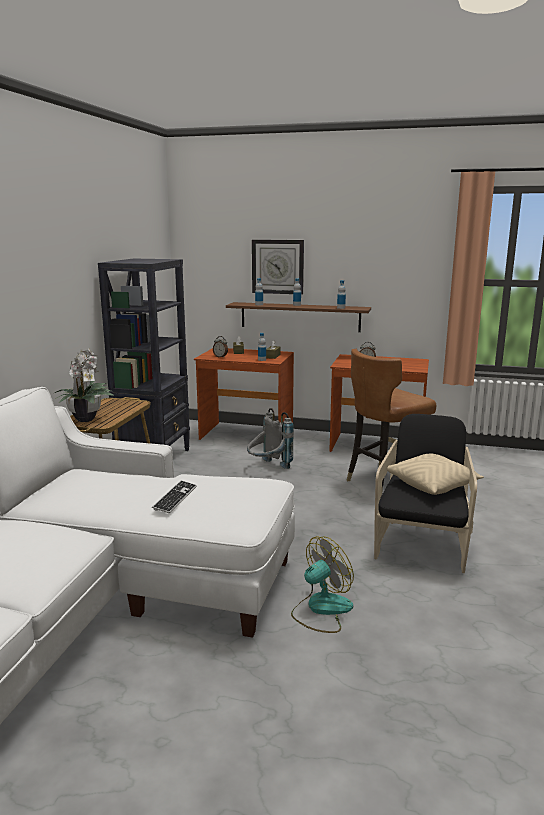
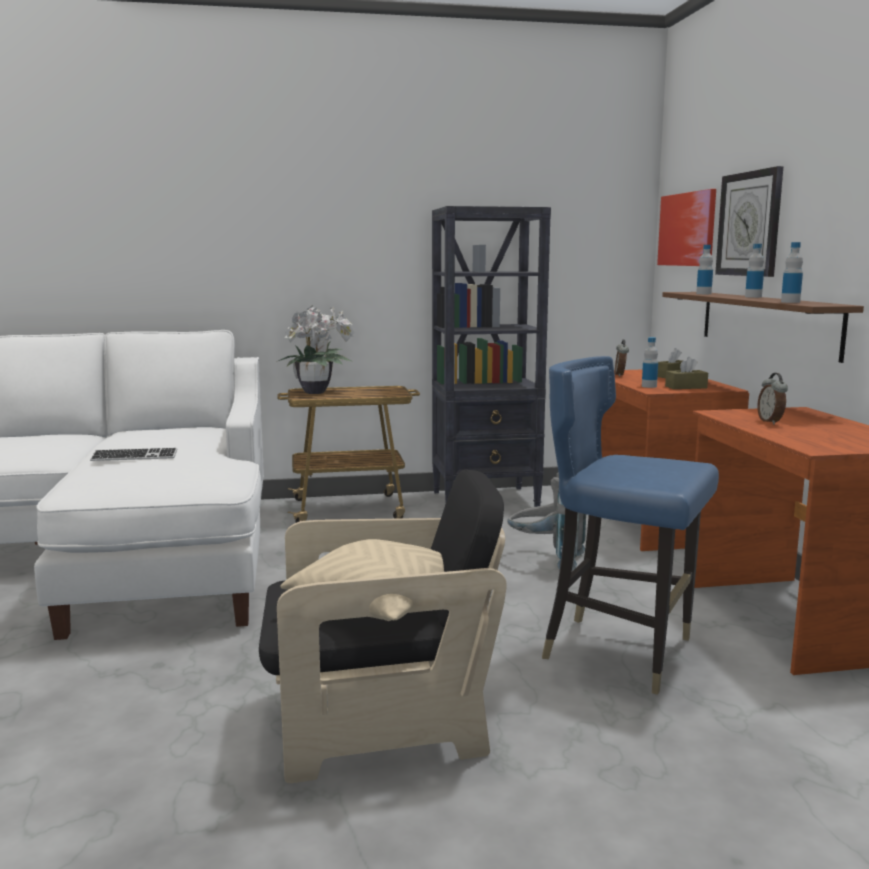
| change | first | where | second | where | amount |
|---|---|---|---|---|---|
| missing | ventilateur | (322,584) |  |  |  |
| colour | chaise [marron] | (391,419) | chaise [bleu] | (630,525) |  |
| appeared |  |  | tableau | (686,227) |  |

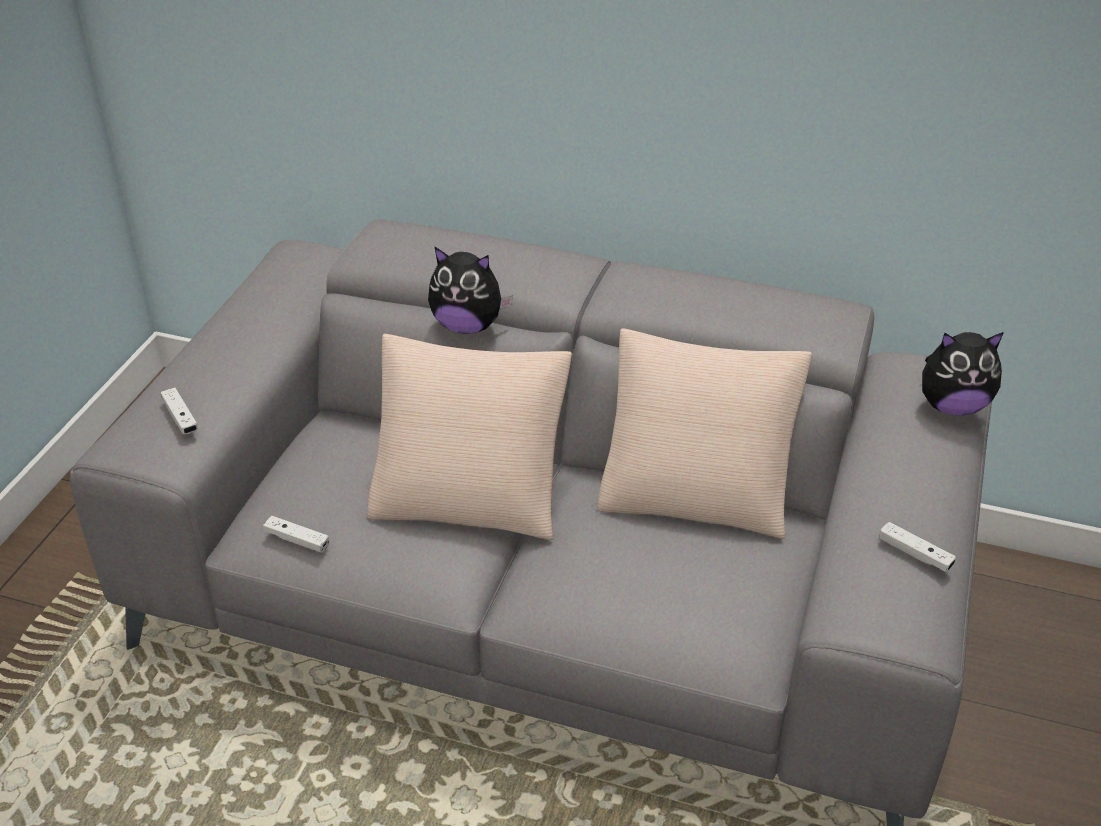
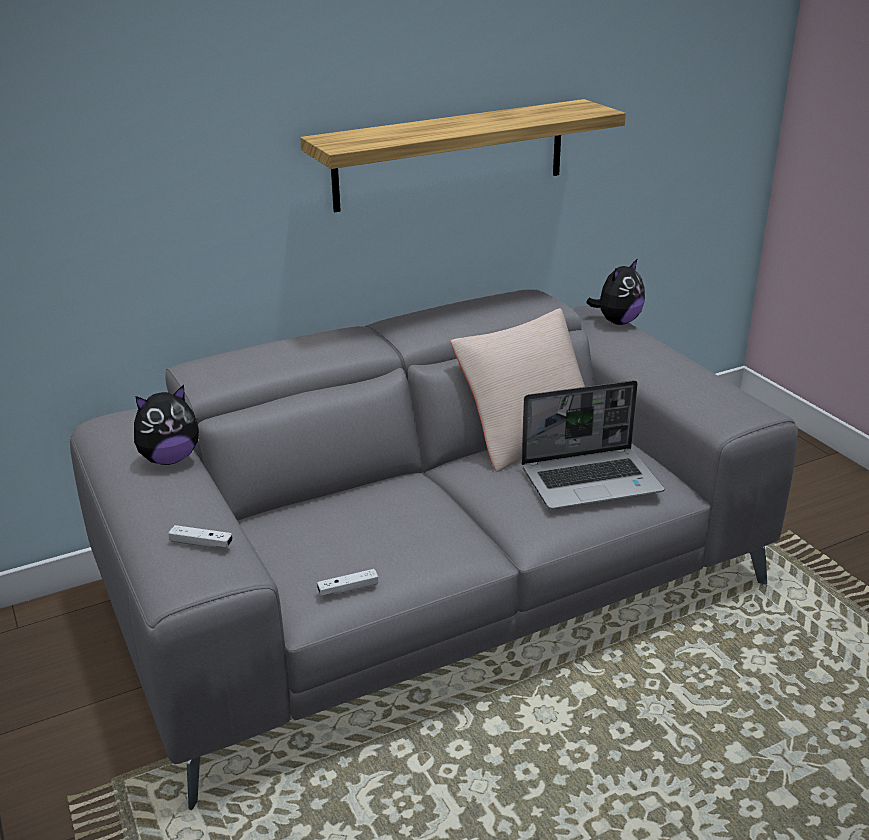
| change | first | where | second | where | amount |
|---|---|---|---|---|---|
| missing | coussin [beige] | (469,437) |  |  |  |
| relocated | peluche | (470,290) |  | (166,425) |  |
| missing | manette [blanc] | (917,547) |  |  |  |
| appeared |  |  | étagère | (463,155) |  |
| appeared |  |  | ordinateur portable | (592,444) |  |

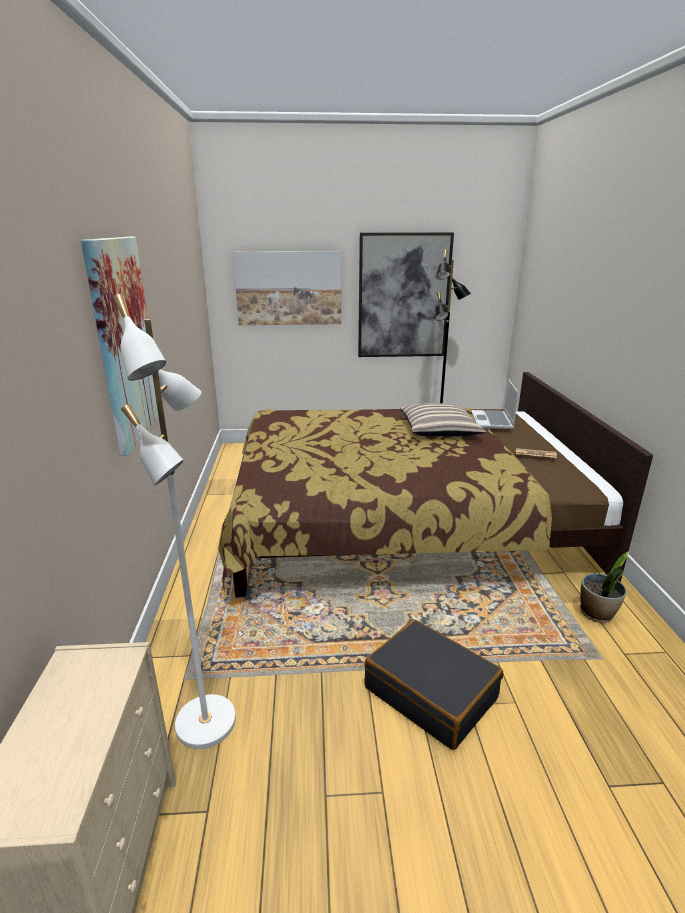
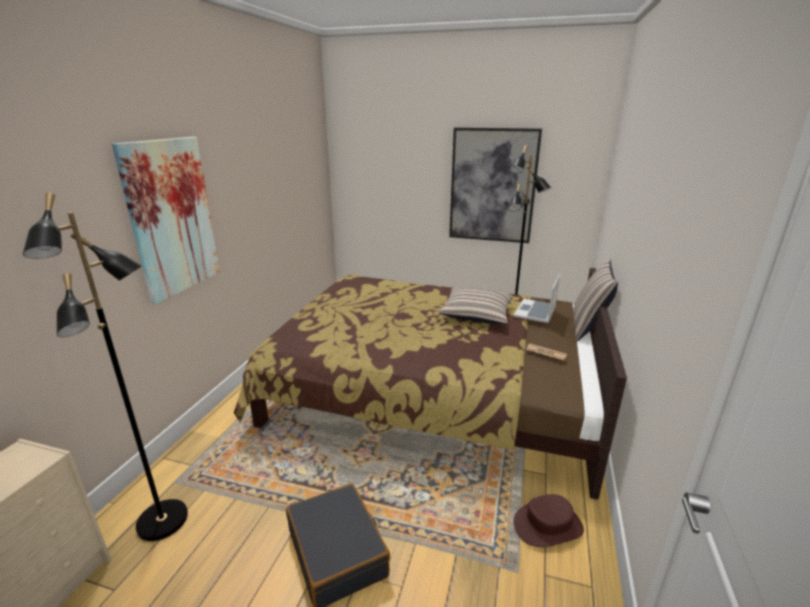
| change | first | where | second | where | amount |
|---|---|---|---|---|---|
| colour | lampadaire [blanc] | (174,521) | lampadaire [noir] | (105,367) |  |
| missing | tableau | (287,288) |  |  |  |
| exchanged | plante en pot | (605,587) | chapeau [marron] | (548,520) |  |
| appeared |  |  | coussin | (595,300) |  |

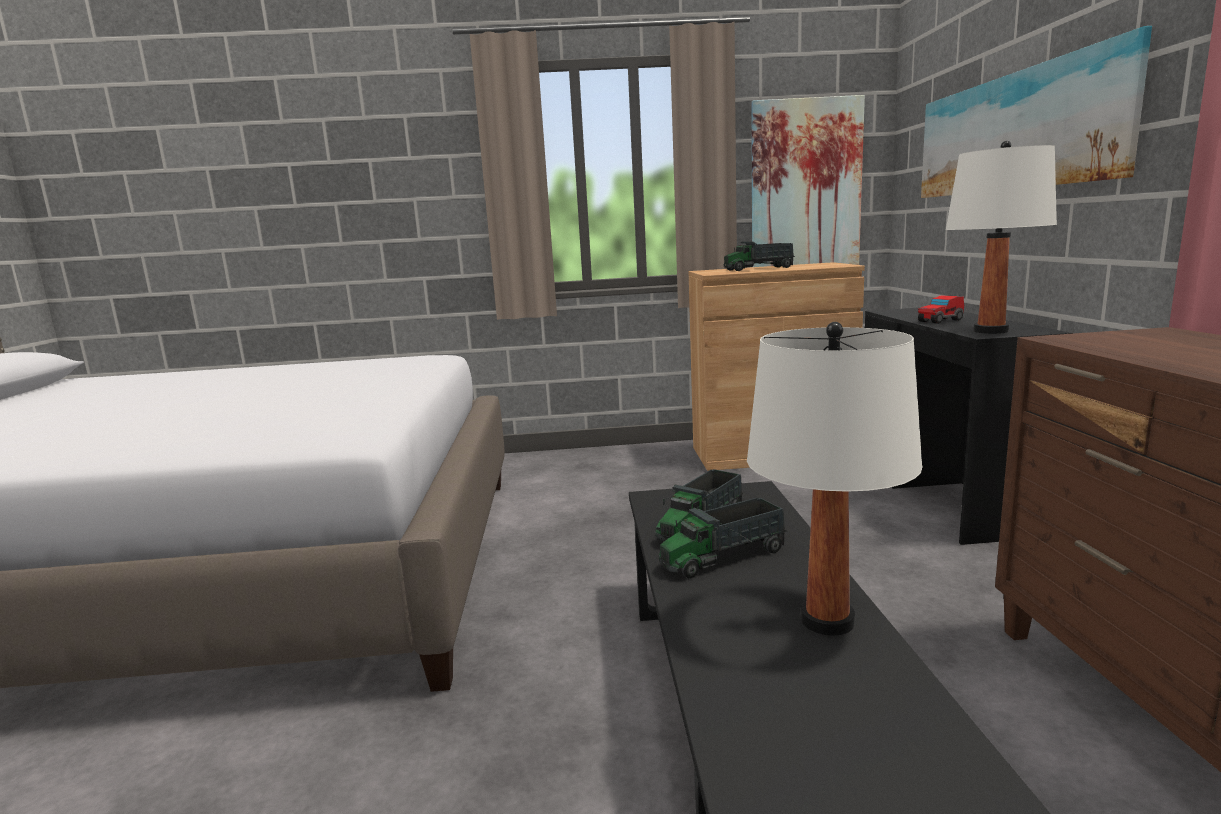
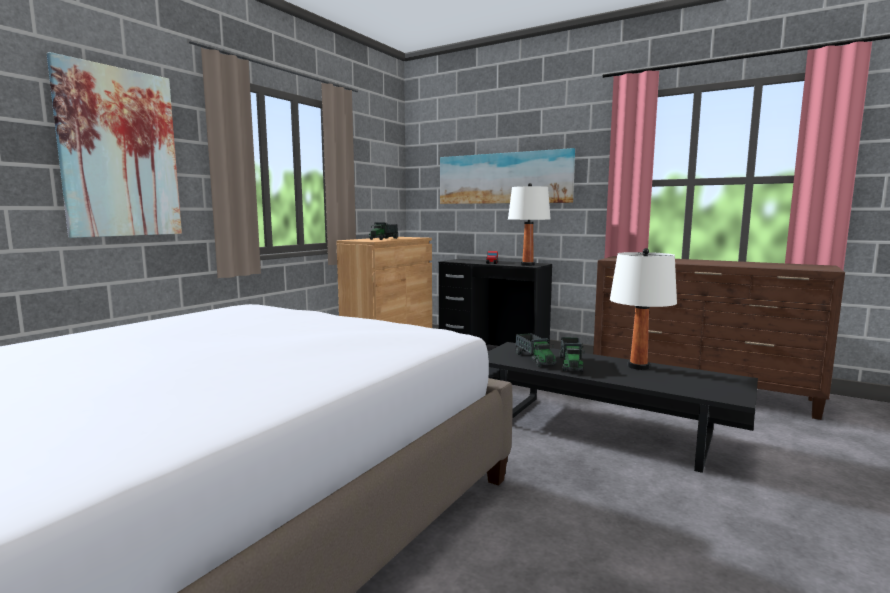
| change | first | where | second | where | amount |
|---|---|---|---|---|---|
| relocated | tableau | (808,181) |  | (114,145) |  |

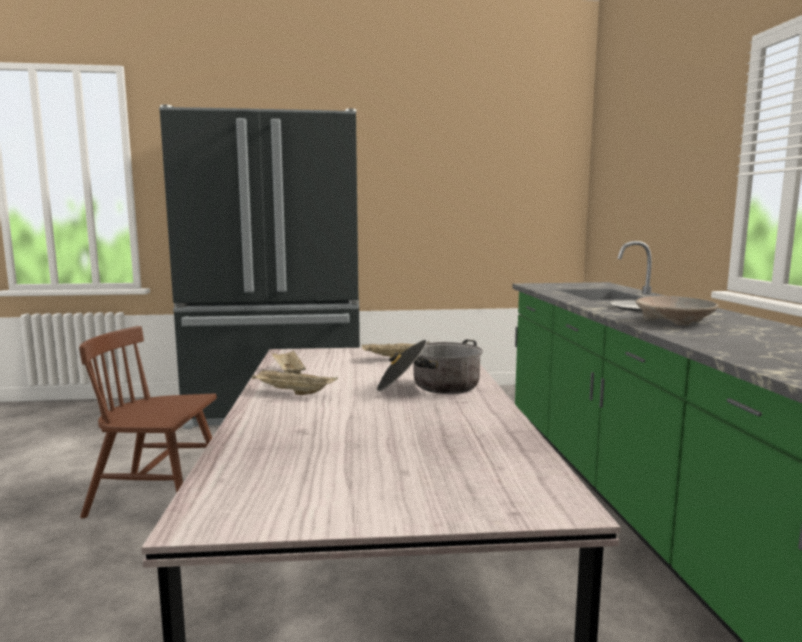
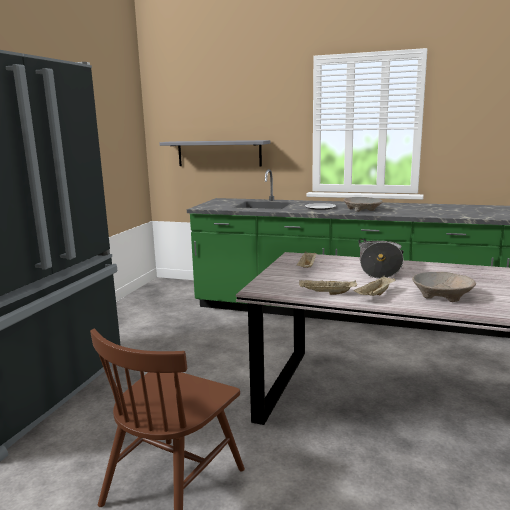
| change | first | where | second | where | amount |
|---|---|---|---|---|---|
| appeared |  |  | étagère [gris] | (215,153) |  |
| appeared |  |  | bol [beige] | (444,287) |  |

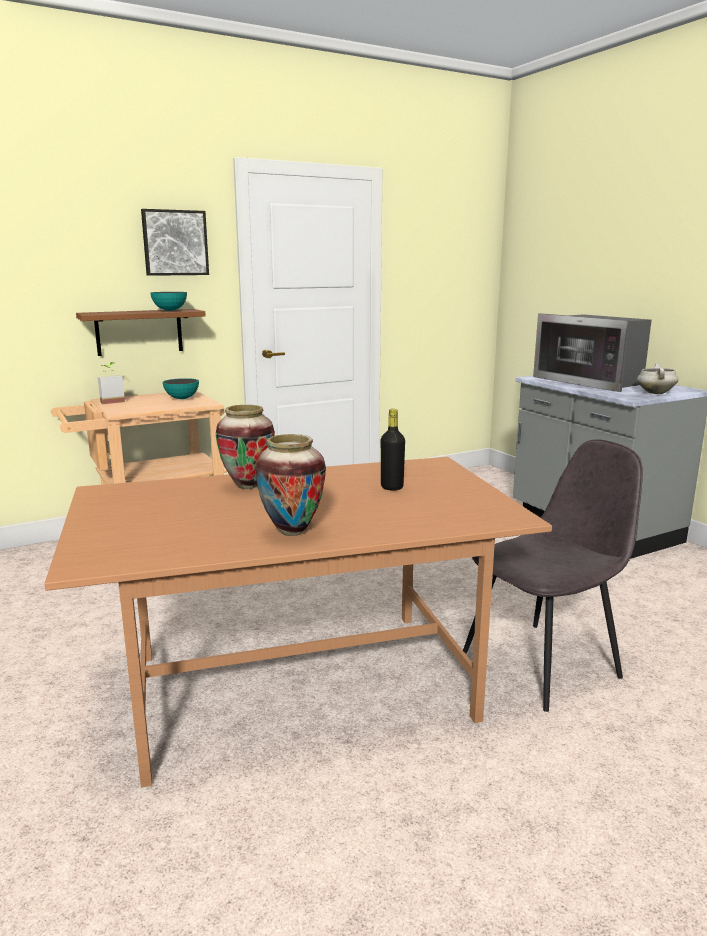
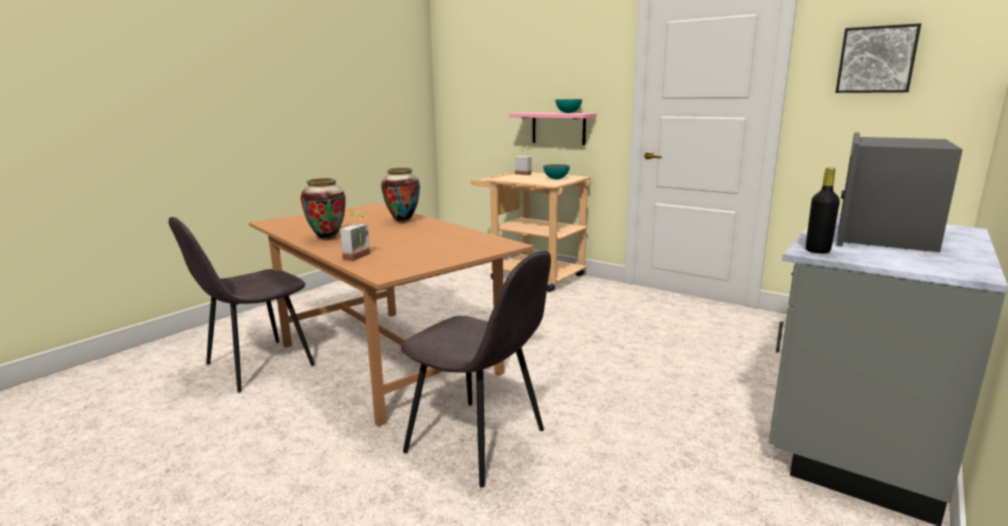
| change | first | where | second | where | amount |
|---|---|---|---|---|---|
| colour | étagère [marron] | (141,332) | étagère [rose] | (553,128) |  |
| relocated | tableau | (175,242) |  | (878,58) |  |
| relocated | bouteille [noir] | (393,450) |  | (823,210) |  |
| missing | marmite [blanc] | (658,378) |  |  |  |
| appeared |  |  | chaise [gris] | (241,304) |  |
| appeared |  |  | plante en pot | (355,235) |  |

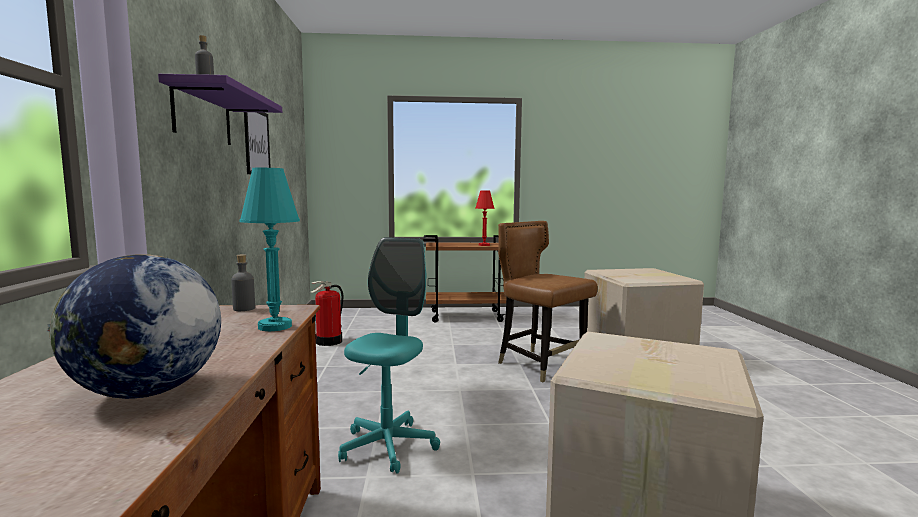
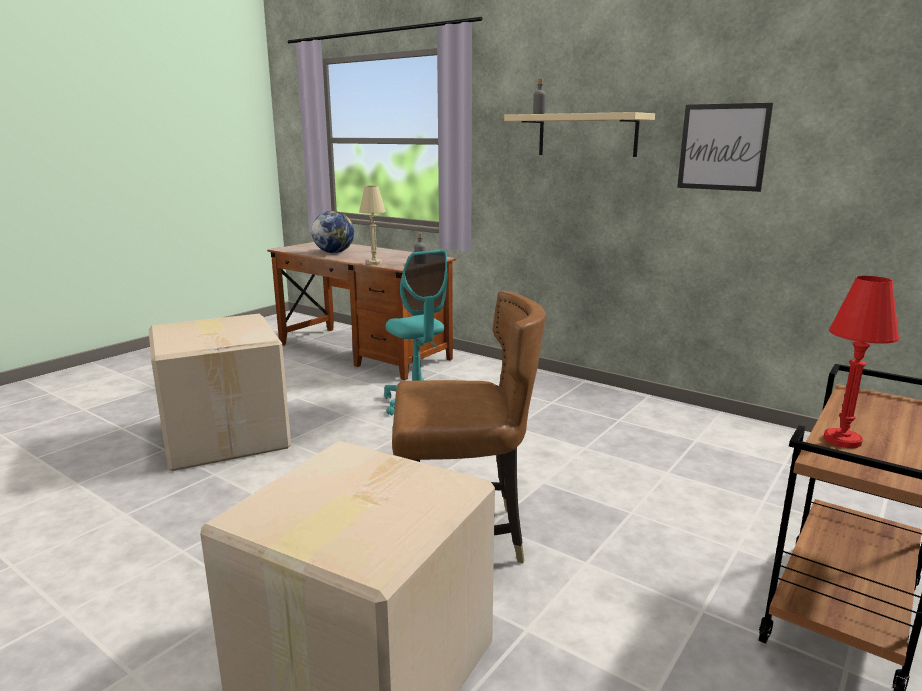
| change | first | where | second | where | amount |
|---|---|---|---|---|---|
| colour | étagère [violet] | (220,109) | étagère [beige] | (579,134) |  |
| colour | lampe de table [turquoise] | (270,249) | lampe de table [beige] | (372,225) |  |
| missing | extincteur | (326,313) |  |  |  |

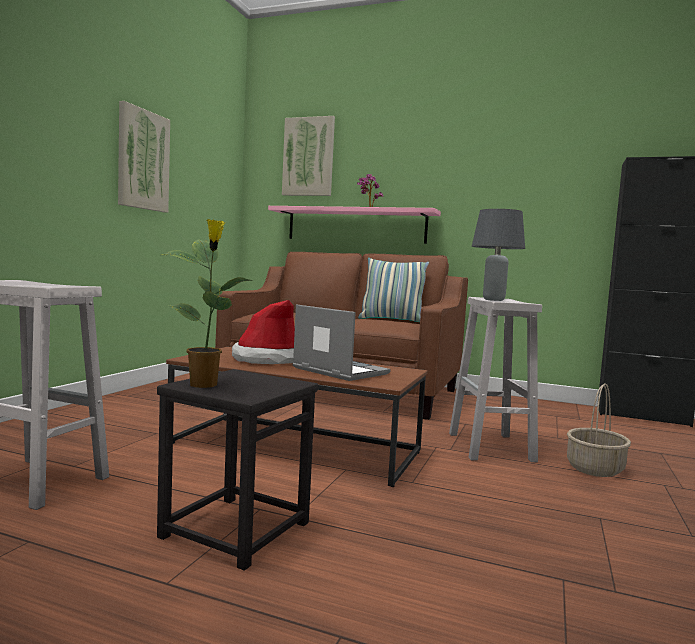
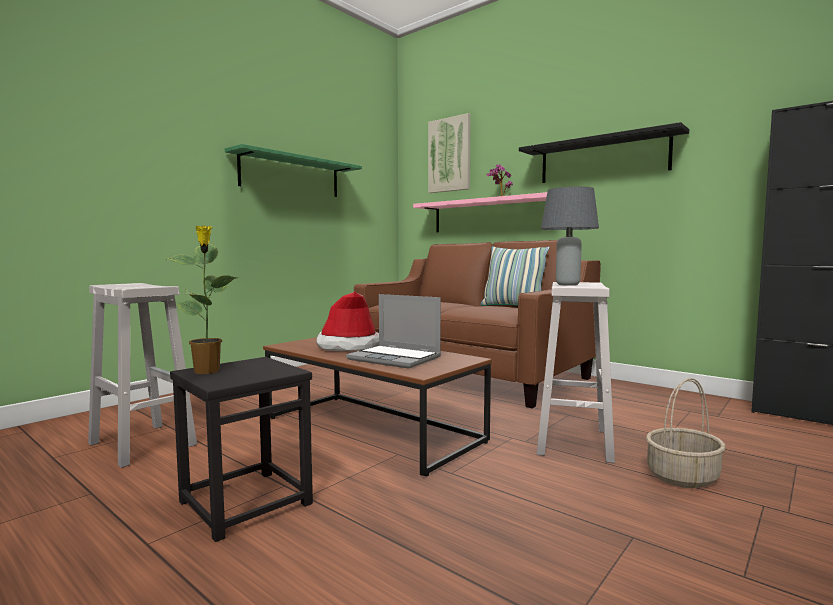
| change | first | where | second | where | amount |
|---|---|---|---|---|---|
| exchanged | tableau | (144,156) | étagère [vert] | (293,170) |  |
| spun | ordinateur portable | (342,343) |  | (393,331) | 150 degrees clockwise |
| appeared |  |  | étagère [noir] | (604,152) |  |

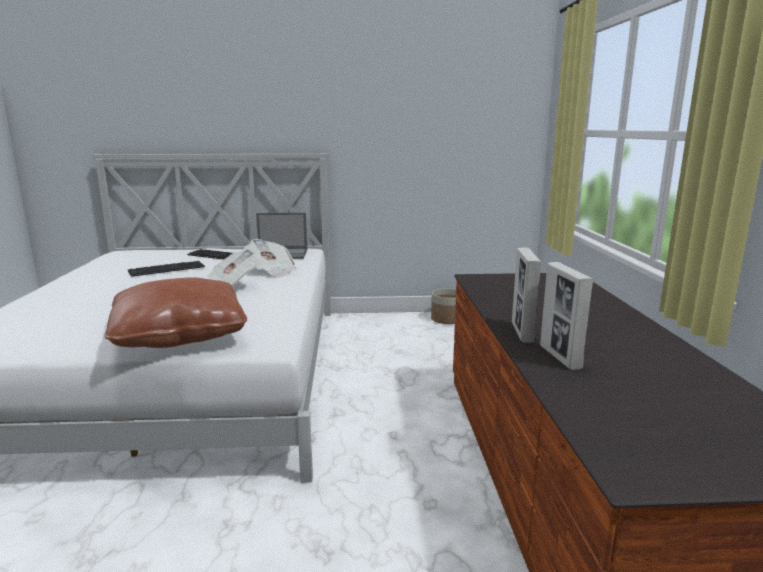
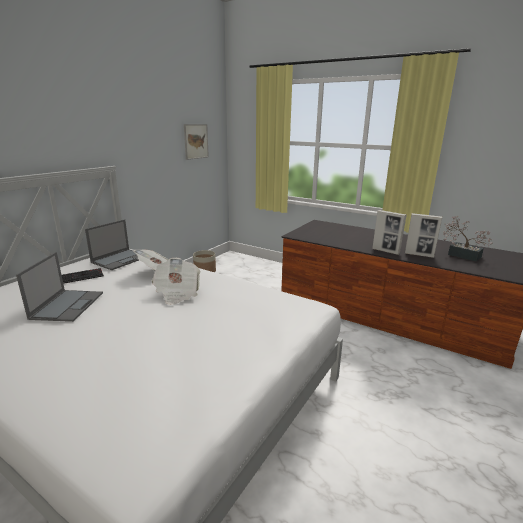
| change | first | where | second | where | amount |
|---|---|---|---|---|---|
| missing | coussin [marron] | (176,312) |  |  |  |
| exchanged | clavier | (166,269) | ordinateur portable | (59,287) |  |
| appeared |  |  | tableau | (196,142) |  |
| appeared |  |  | plante en pot | (467,238) |  |

